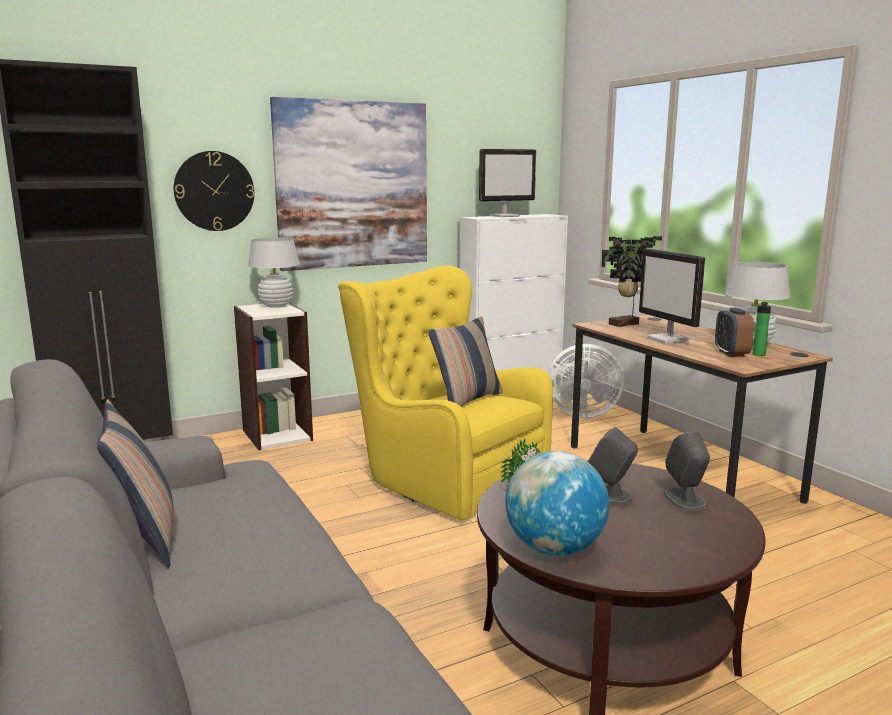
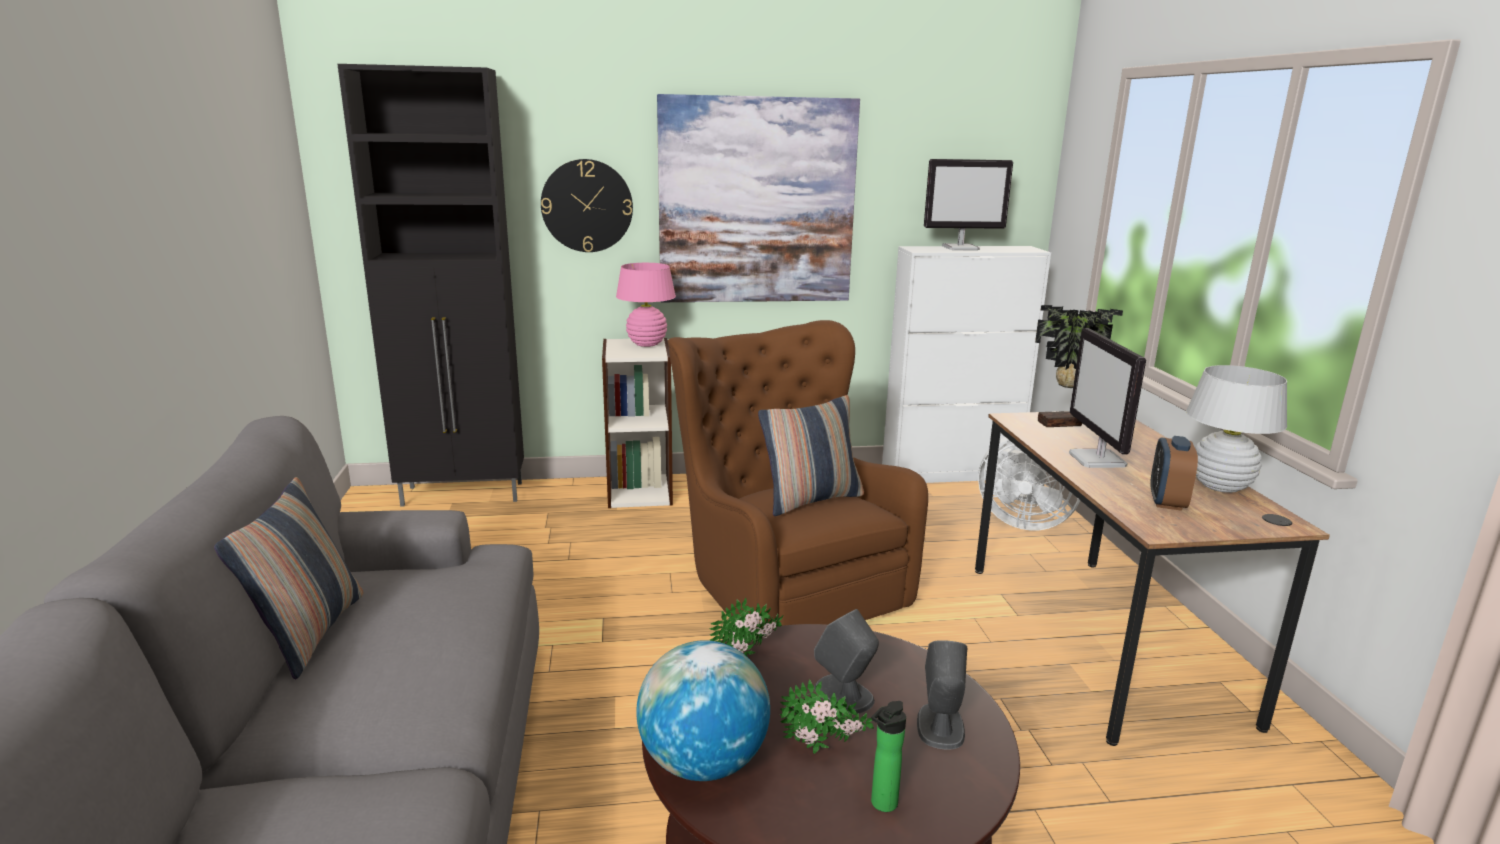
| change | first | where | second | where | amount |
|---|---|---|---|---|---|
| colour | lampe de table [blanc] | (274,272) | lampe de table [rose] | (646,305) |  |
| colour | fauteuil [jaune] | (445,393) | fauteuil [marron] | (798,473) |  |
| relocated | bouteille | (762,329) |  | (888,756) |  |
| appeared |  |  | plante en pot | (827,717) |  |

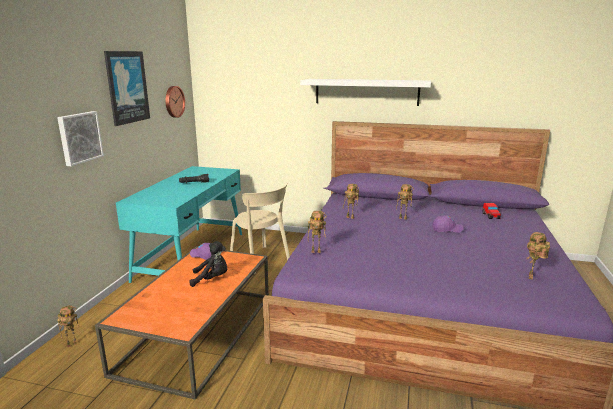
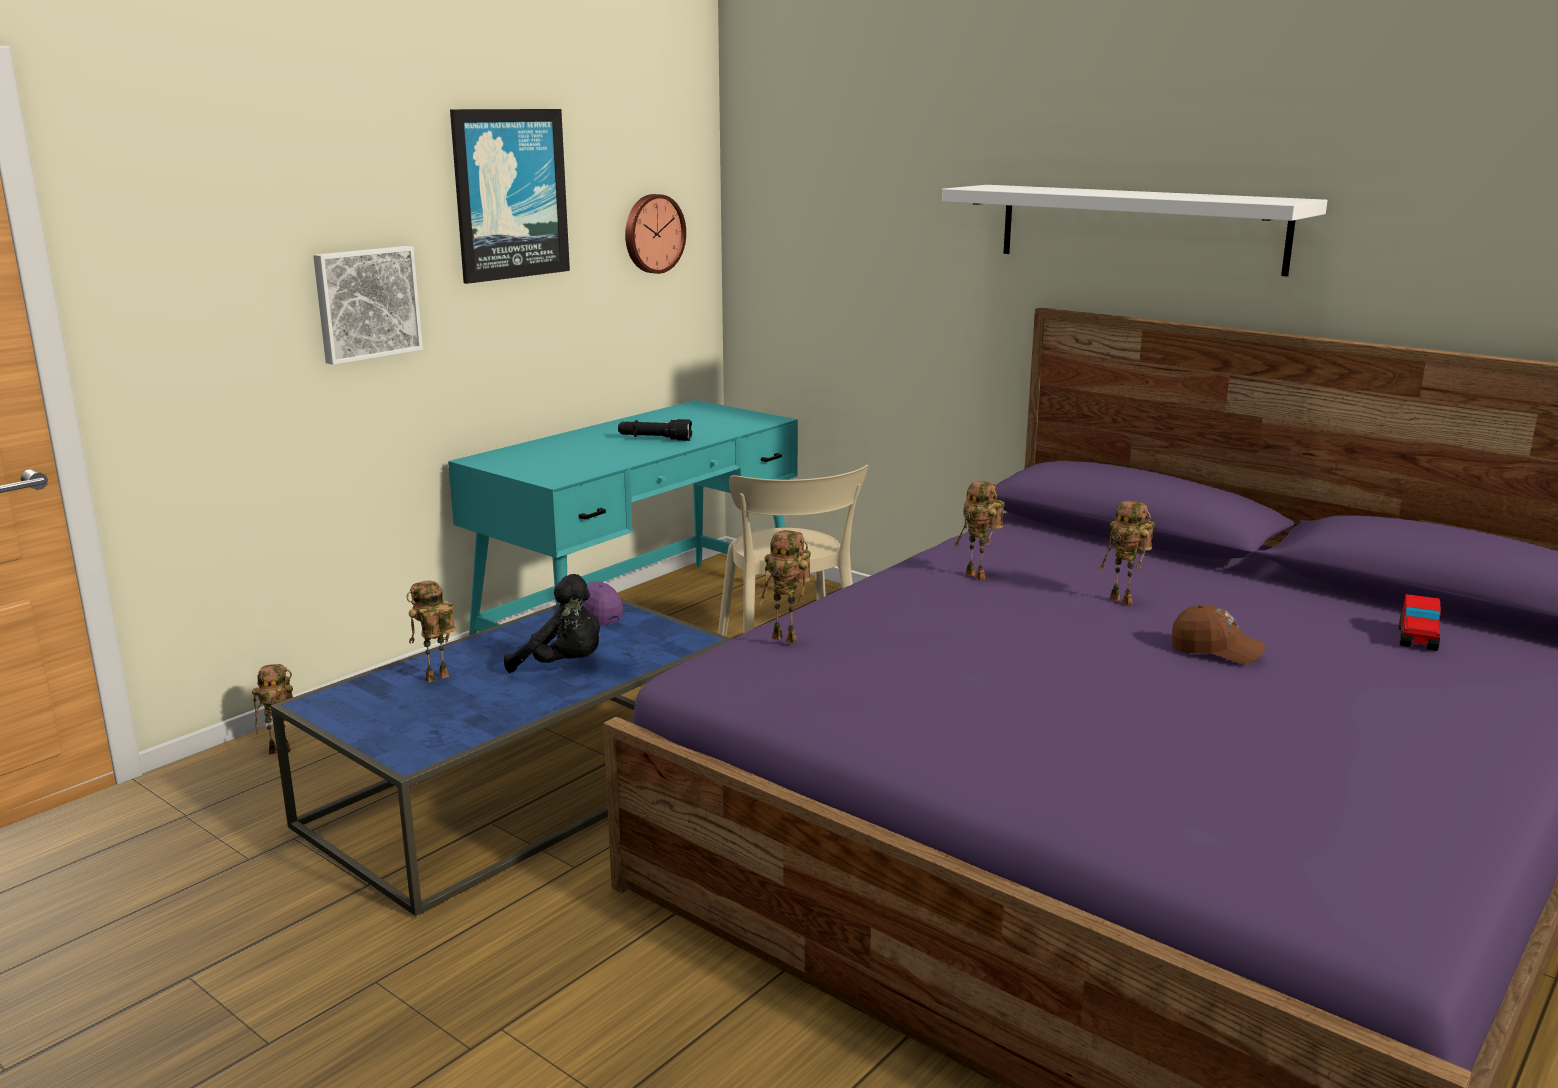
| change | first | where | second | where | amount |
|---|---|---|---|---|---|
| colour | table basse [orange] | (182,323) | table basse [bleu] | (501,758) |  |
| colour | casquette [violet] | (448,224) | casquette [marron] | (1219,634) |  |
| relocated | robot jouet | (538,256) |  | (431,632) |  |

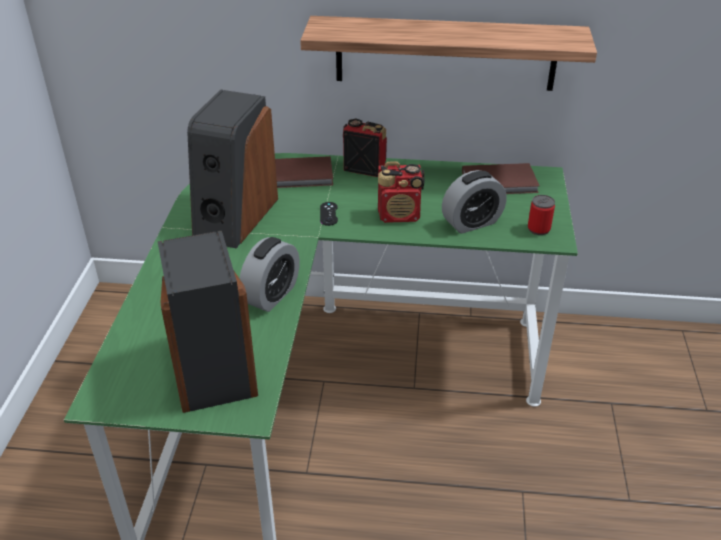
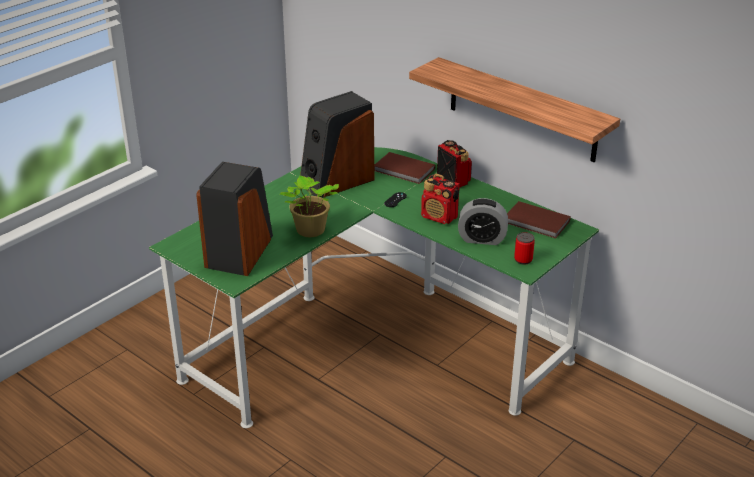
| change | first | where | second | where | amount |
|---|---|---|---|---|---|
| exchanged | réveil | (269,274) | plante en pot | (309,206) |  |

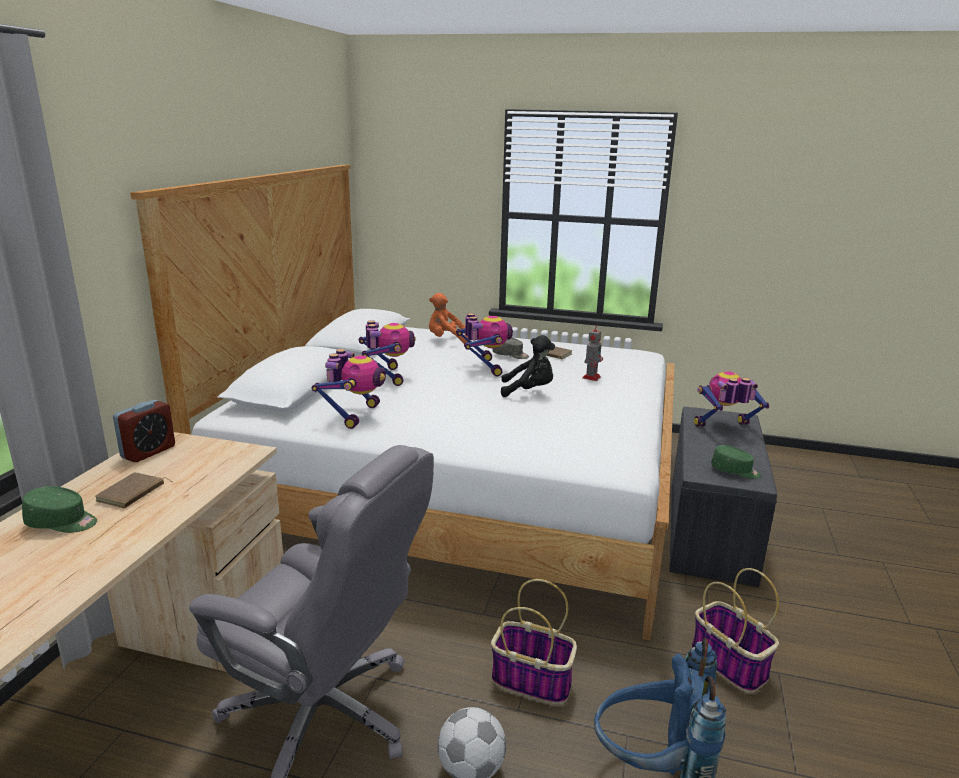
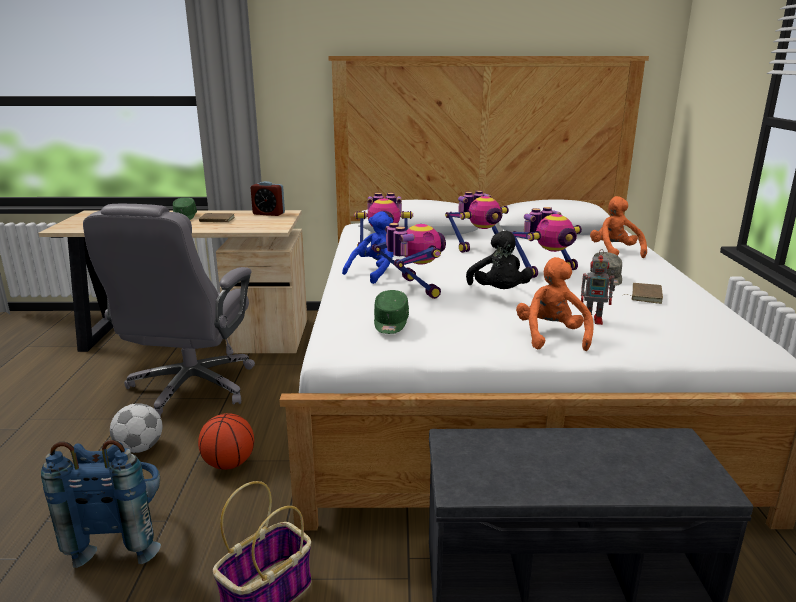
| change | first | where | second | where | amount |
|---|---|---|---|---|---|
| exchanged | panier | (534,642) | ballon de basket | (226,441) |  |
| relocated | robot jouet | (731,399) |  | (409,261) |  |
| relocated | casquette [vert] | (736,462) |  | (391,312) |  |
| appeared |  |  | peluche [bleu] | (368,247) |  |
| appeared |  |  | peluche [orange] | (555,304) |  |

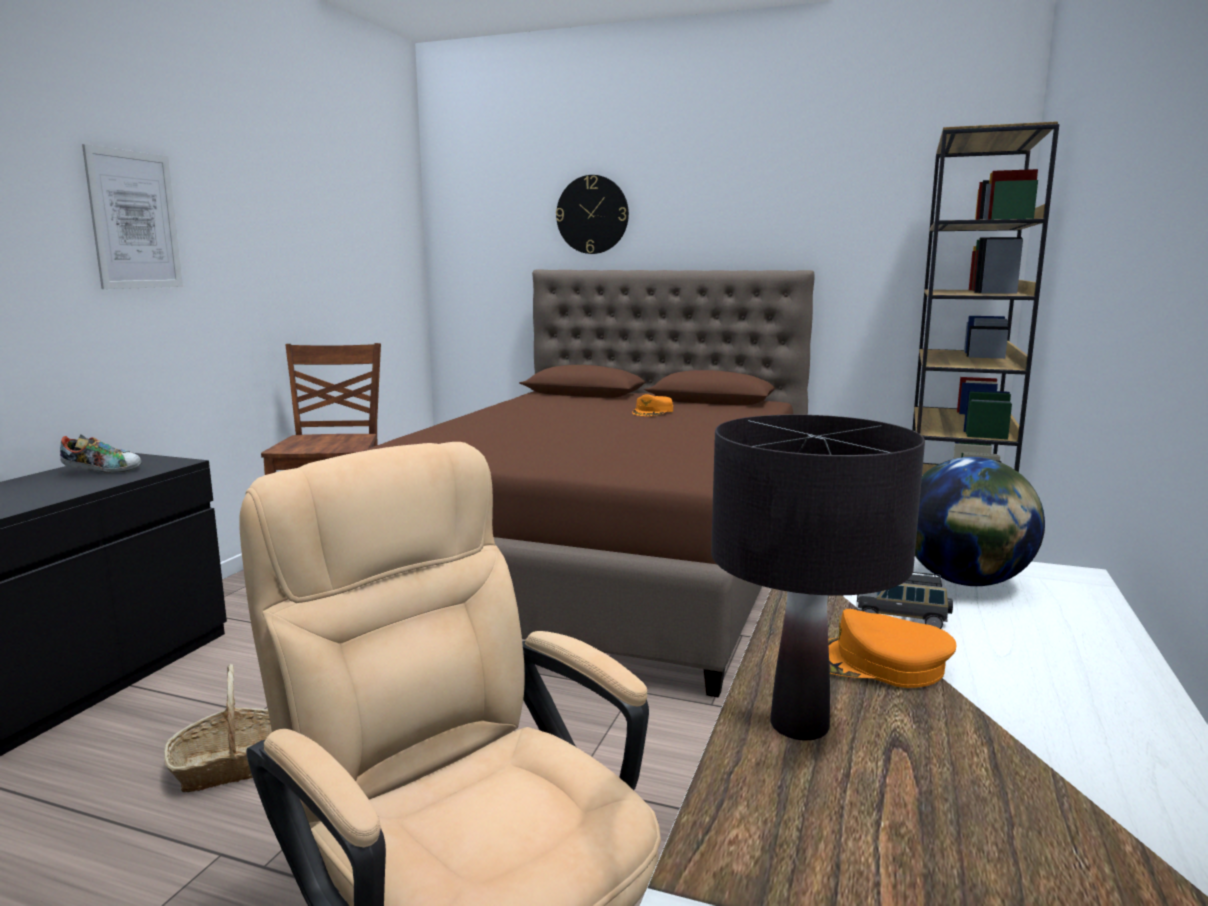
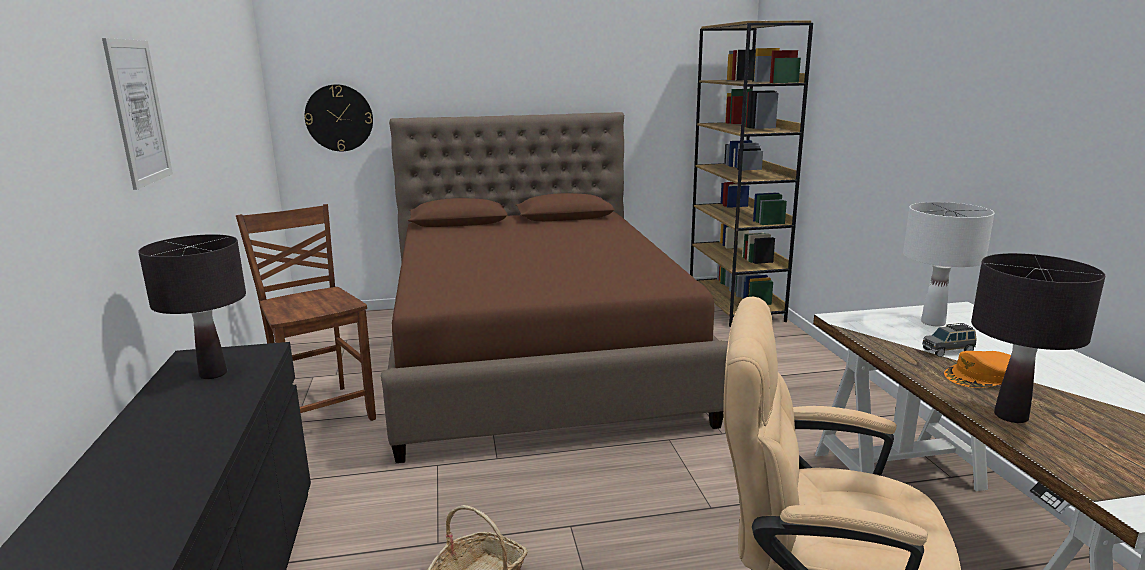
| change | first | where | second | where | amount |
|---|---|---|---|---|---|
| exchanged | chaussure | (101,453) | lampe de table [noir] | (192,306) |  |
| relocated | horloge murale | (592,214) |  | (339,117) |  |
| missing | casquette [orange] | (652,405) |  |  |  |
| exchanged | globe | (980,521) | lampe de table [blanc] | (948,264) |  |

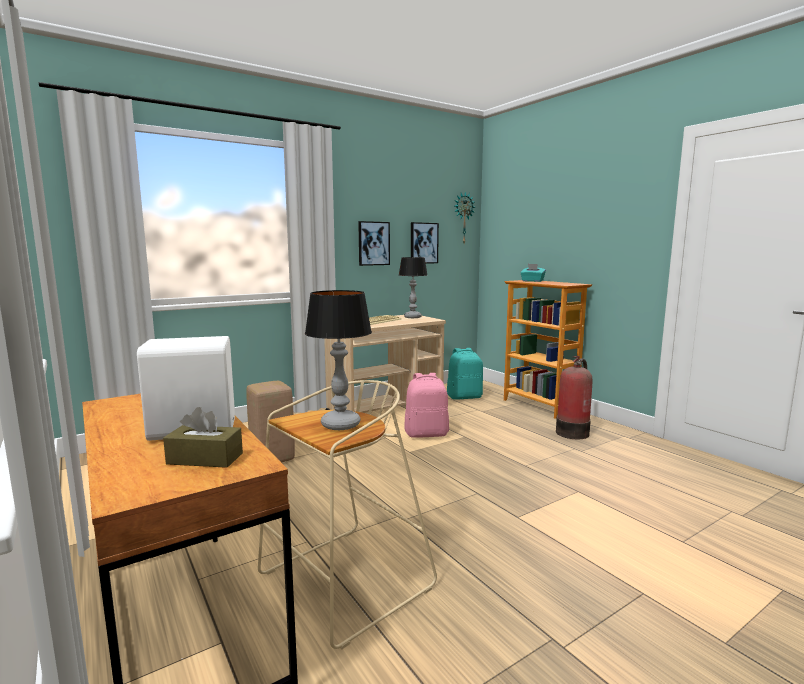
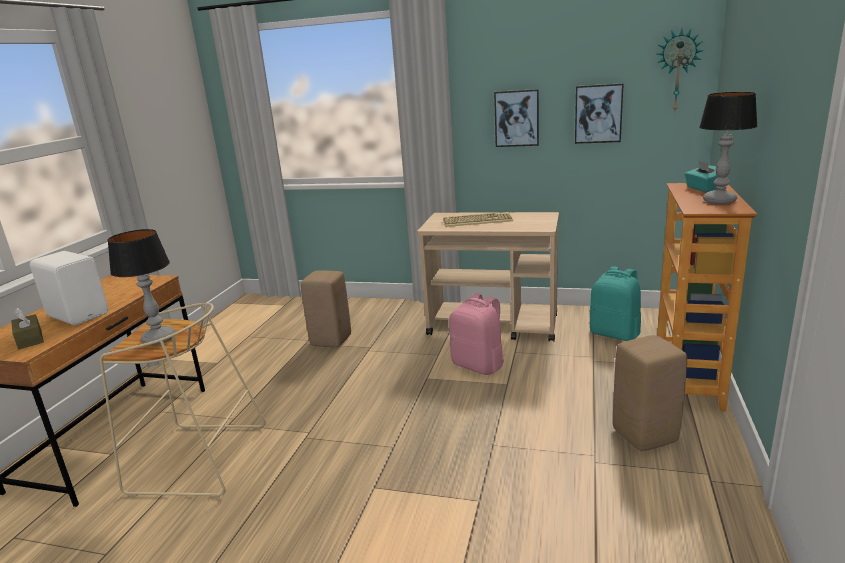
| change | first | where | second | where | amount |
|---|---|---|---|---|---|
| relocated | lampe de table | (413,287) |  | (728,148) |  |
| exchanged | extincteur | (574,397) | tabouret [beige] | (650,393) |  |

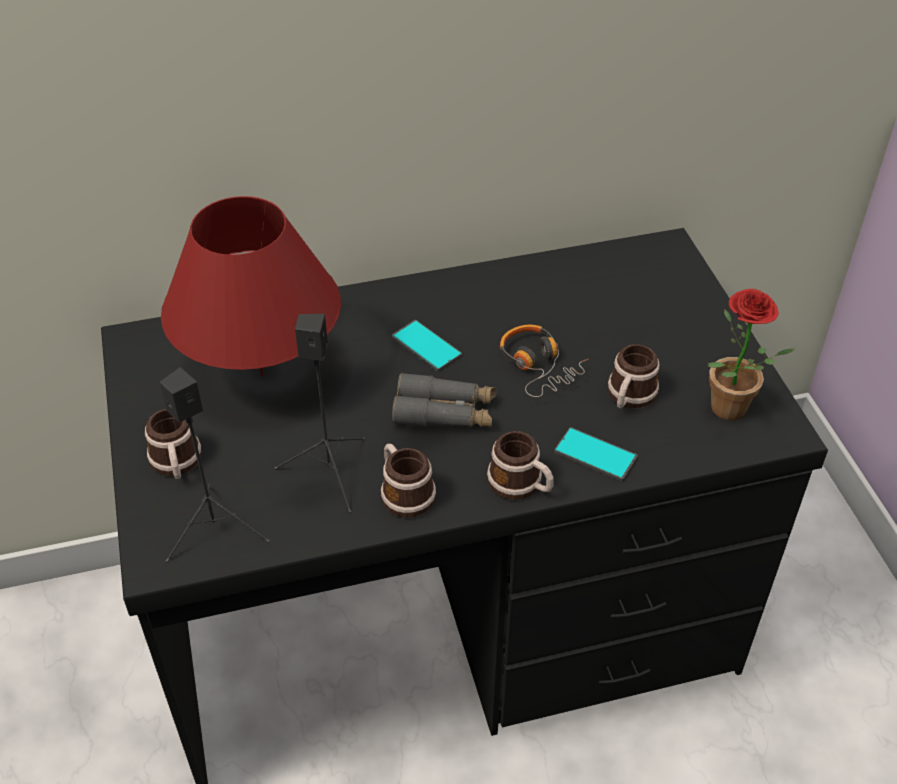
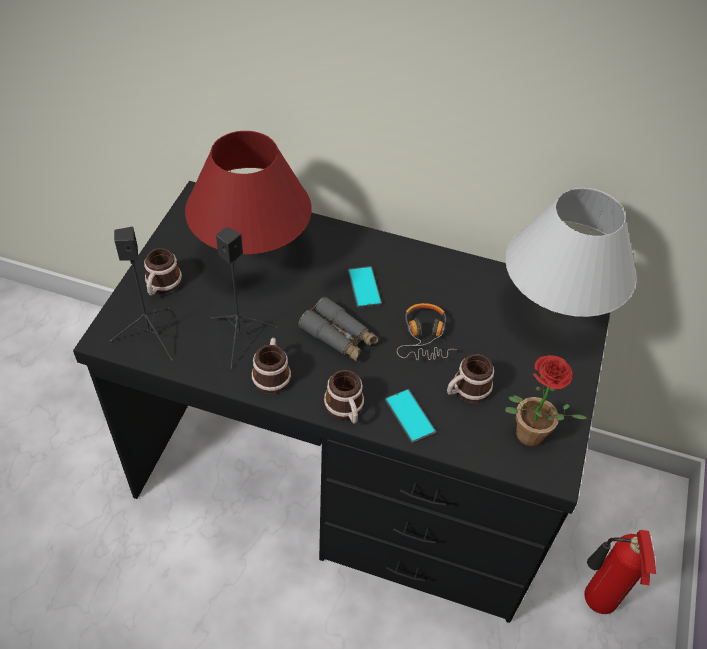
| change | first | where | second | where | amount |
|---|---|---|---|---|---|
| appeared |  |  | lampe de table [blanc] | (571,252) |  |
| appeared |  |  | extincteur | (620,572) |  |

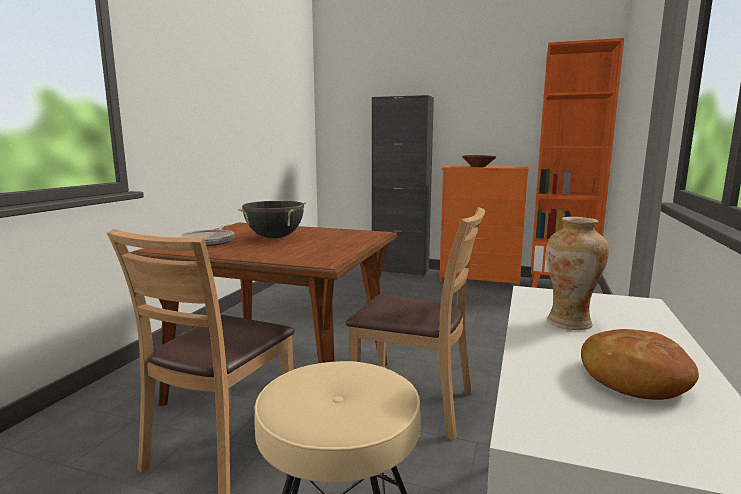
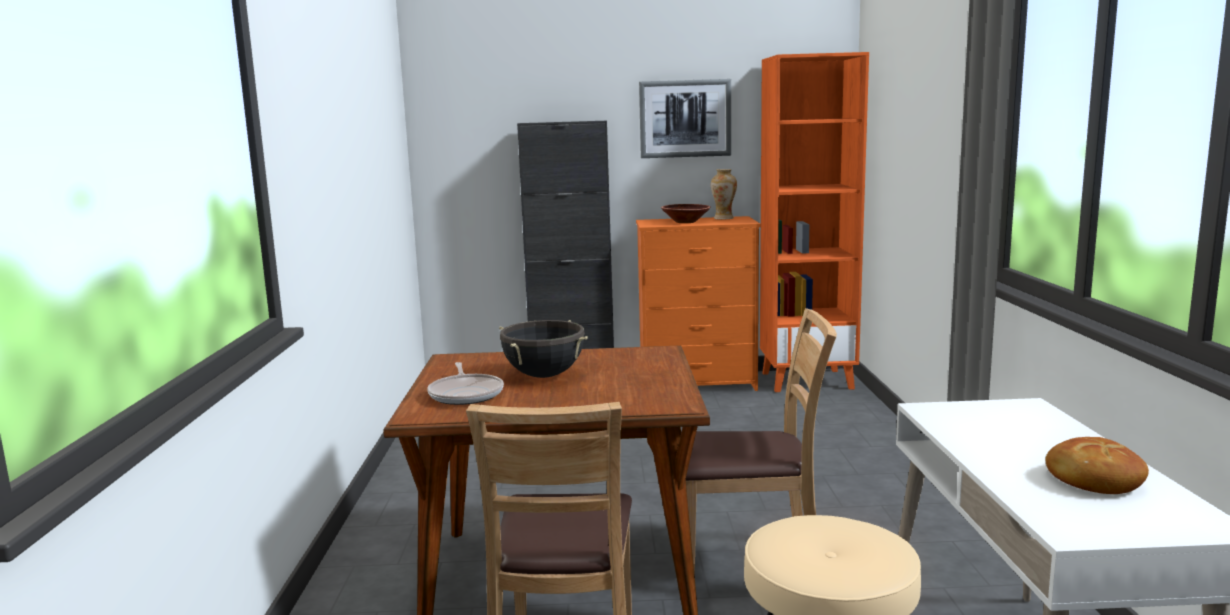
| change | first | where | second | where | amount |
|---|---|---|---|---|---|
| relocated | vase | (577,273) |  | (724,194) |  |
| appeared |  |  | tableau | (685,118) |  |

